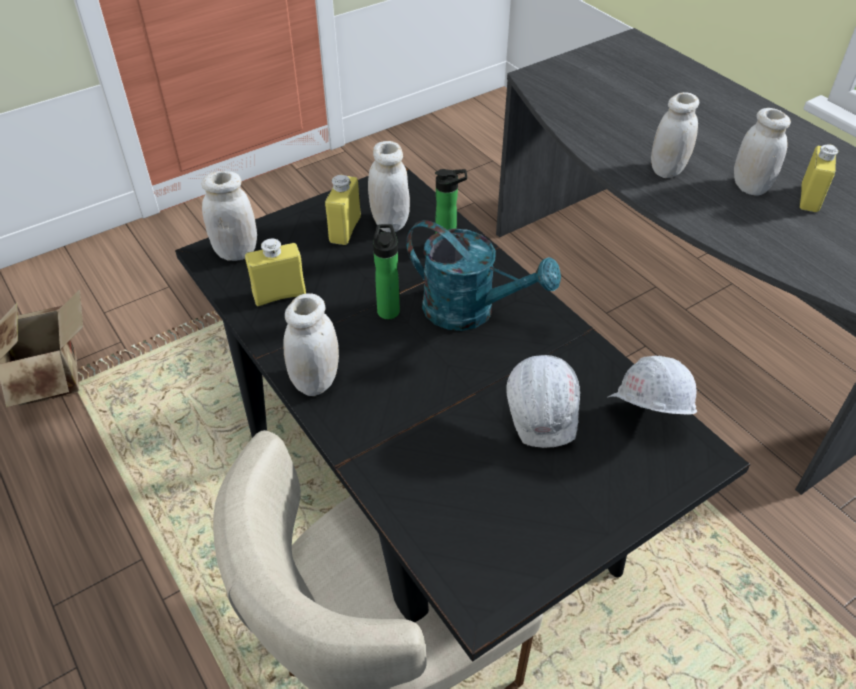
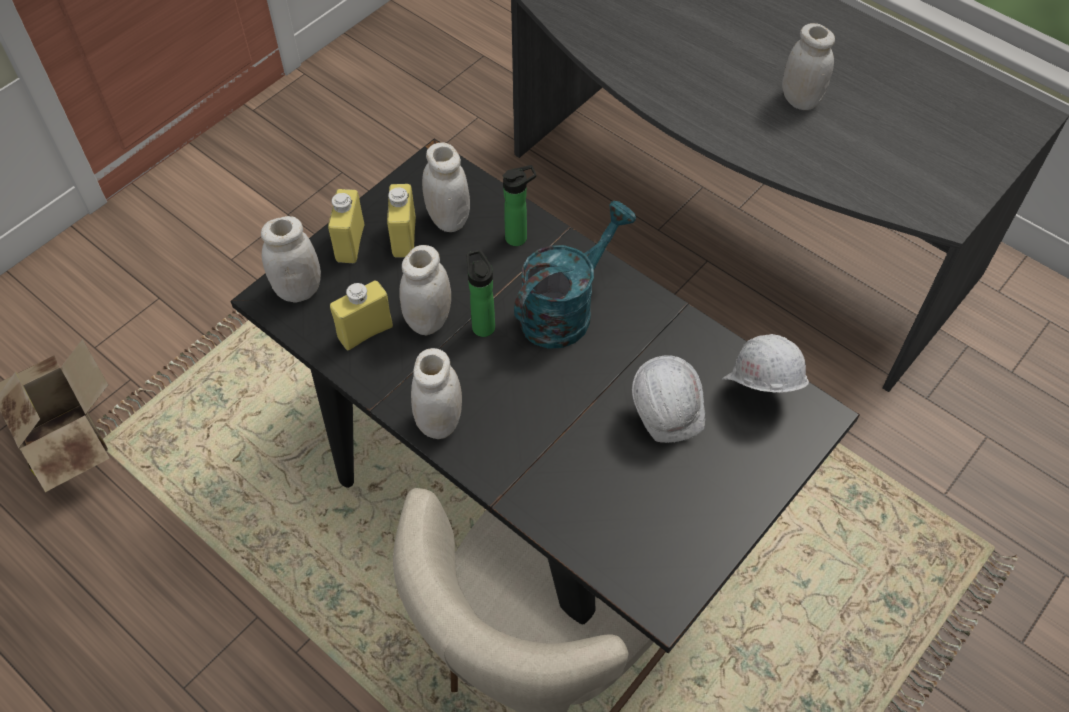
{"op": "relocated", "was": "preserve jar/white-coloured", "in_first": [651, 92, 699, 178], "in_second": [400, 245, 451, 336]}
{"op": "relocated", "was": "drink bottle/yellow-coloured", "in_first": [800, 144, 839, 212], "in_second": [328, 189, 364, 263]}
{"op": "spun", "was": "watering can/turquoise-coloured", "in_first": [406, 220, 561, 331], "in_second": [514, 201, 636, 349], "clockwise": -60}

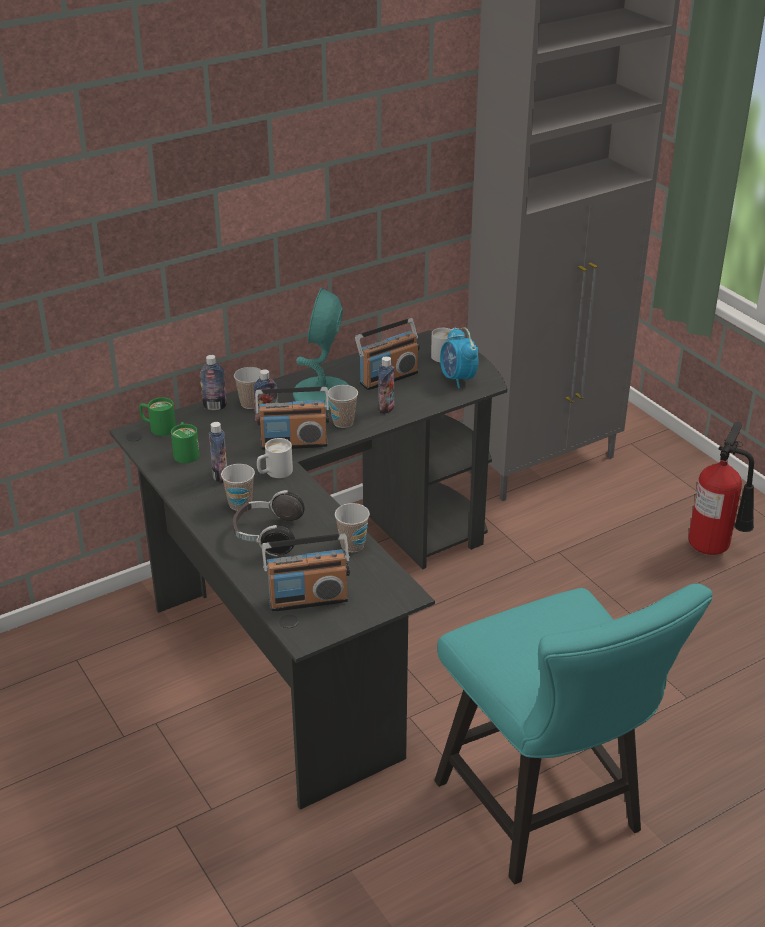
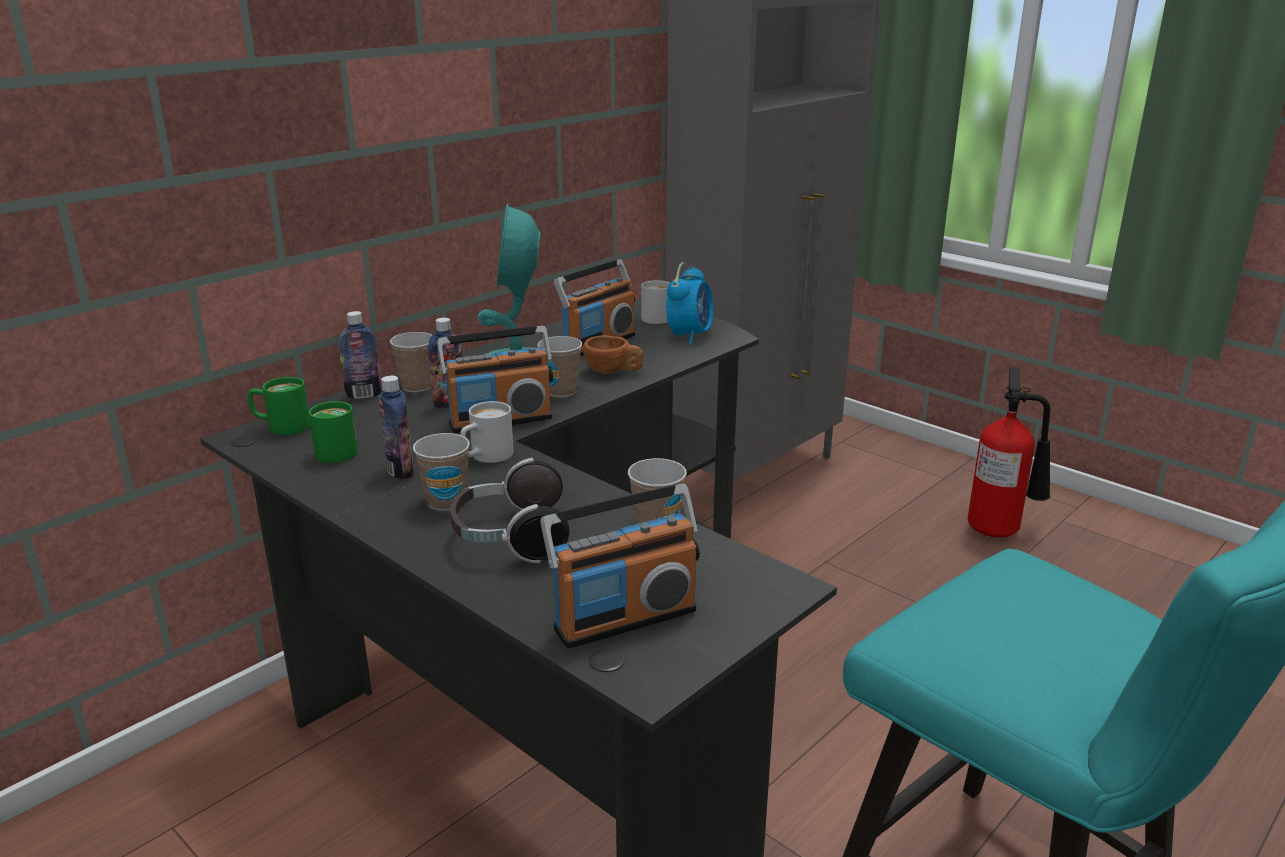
{"op": "exchanged", "was": "drink bottle", "now": "cup/brownish", "in_first": [378, 356, 394, 414], "in_second": [583, 335, 644, 374]}
{"op": "spun", "was": "alarm clock", "in_first": [440, 327, 478, 388], "in_second": [666, 262, 714, 345], "clockwise": -120}

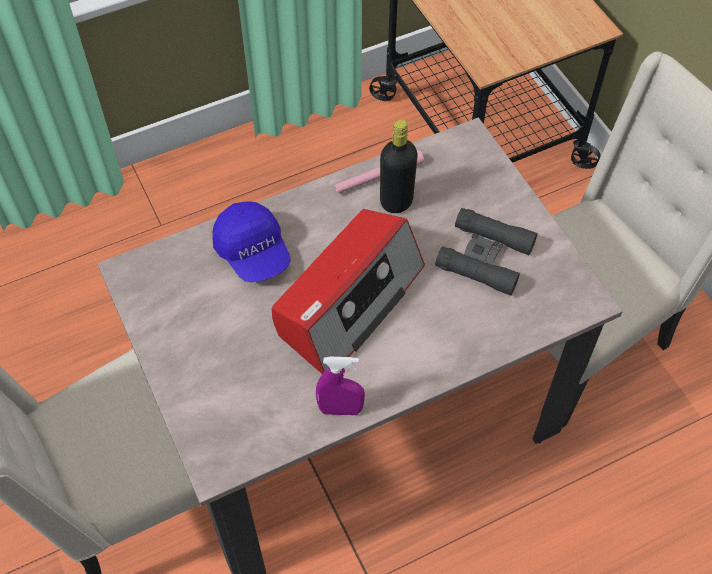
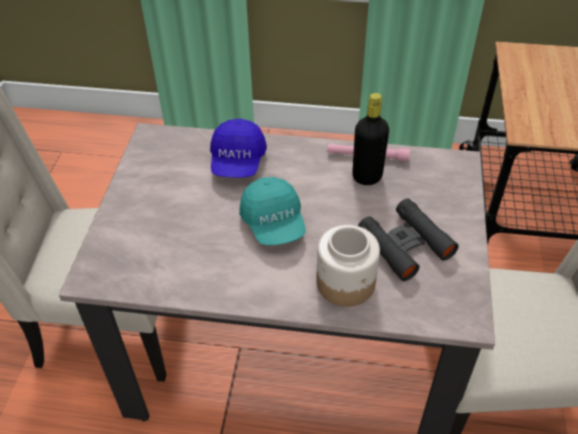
{"op": "missing", "was": "hand sprayer/purplish", "in_first": [316, 357, 365, 415]}
{"op": "appeared", "now": "preserve jar", "in_second": [316, 225, 380, 307]}
{"op": "exchanged", "was": "radio set", "now": "baseball cap/turquoise-coloured", "in_first": [272, 209, 425, 374], "in_second": [239, 177, 306, 245]}

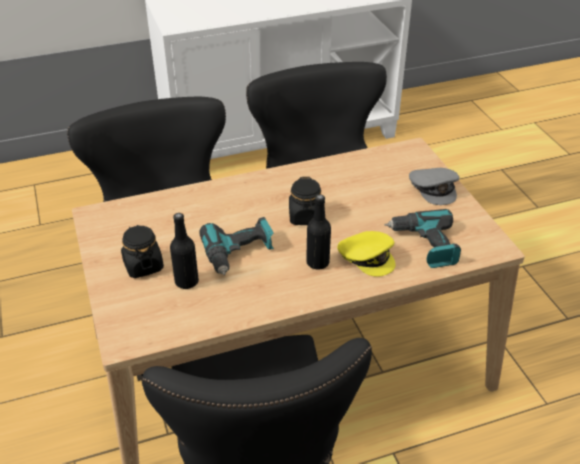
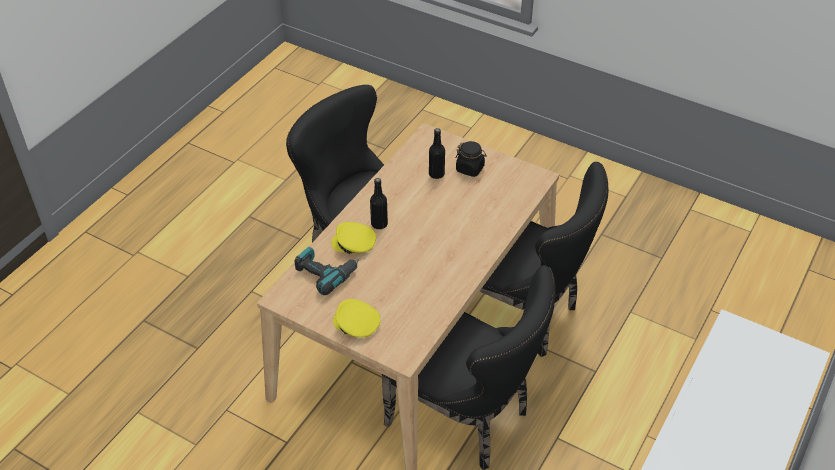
{"op": "missing", "was": "power drill", "in_first": [199, 217, 274, 275]}
{"op": "missing", "was": "preserve jar/black-coloured", "in_first": [289, 177, 321, 225]}
{"op": "colour", "was": "baseball cap/gray", "now": "baseball cap/yellow-coloured", "in_first": [409, 168, 460, 205], "in_second": [333, 299, 380, 337]}

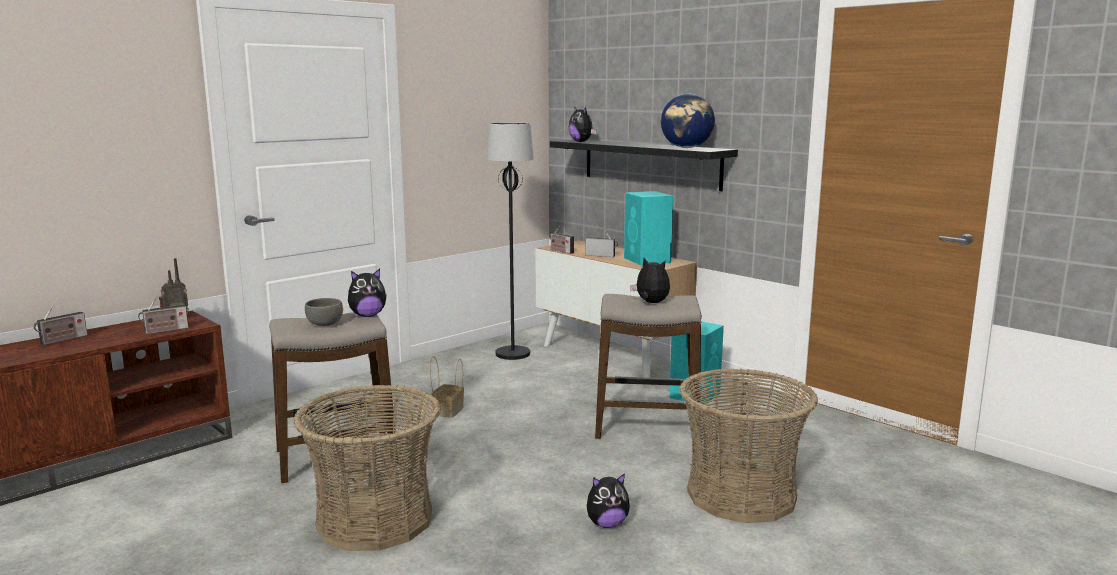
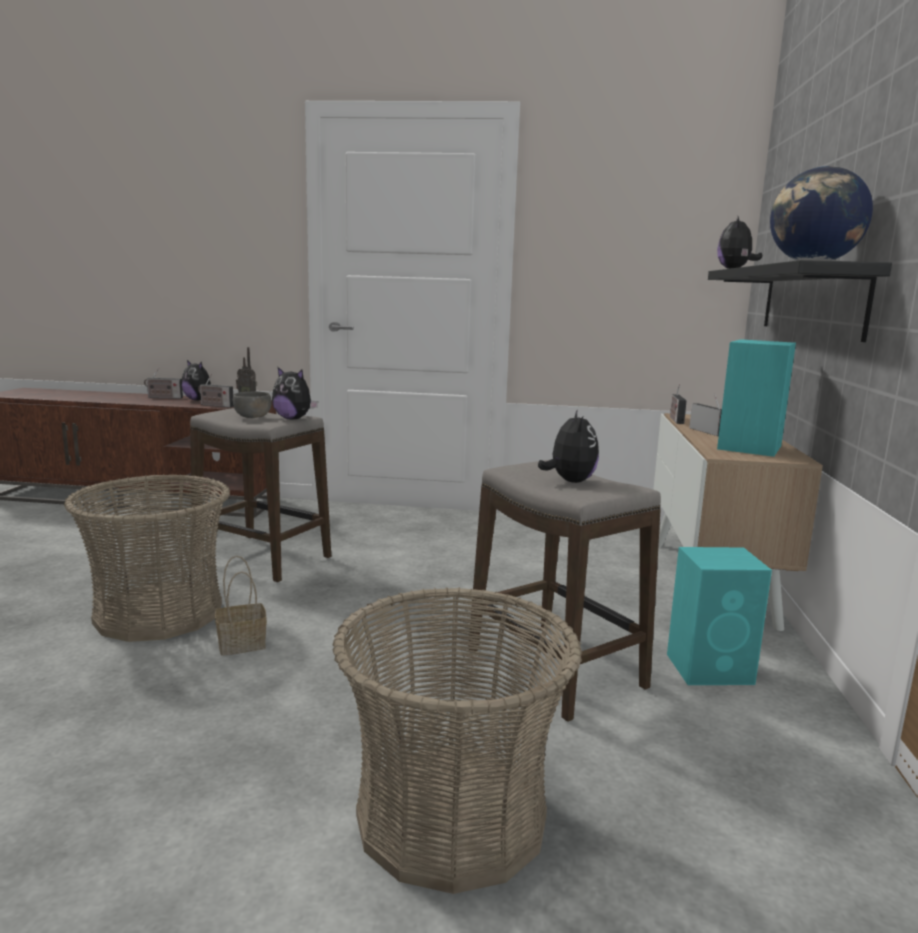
{"op": "missing", "was": "standard lamp/black-coloured", "in_first": [487, 122, 534, 360]}
{"op": "relocated", "was": "basket", "in_first": [430, 356, 464, 418], "in_second": [215, 556, 267, 656]}
{"op": "relocated", "was": "soft toy", "in_first": [587, 473, 630, 528], "in_second": [181, 360, 211, 401]}

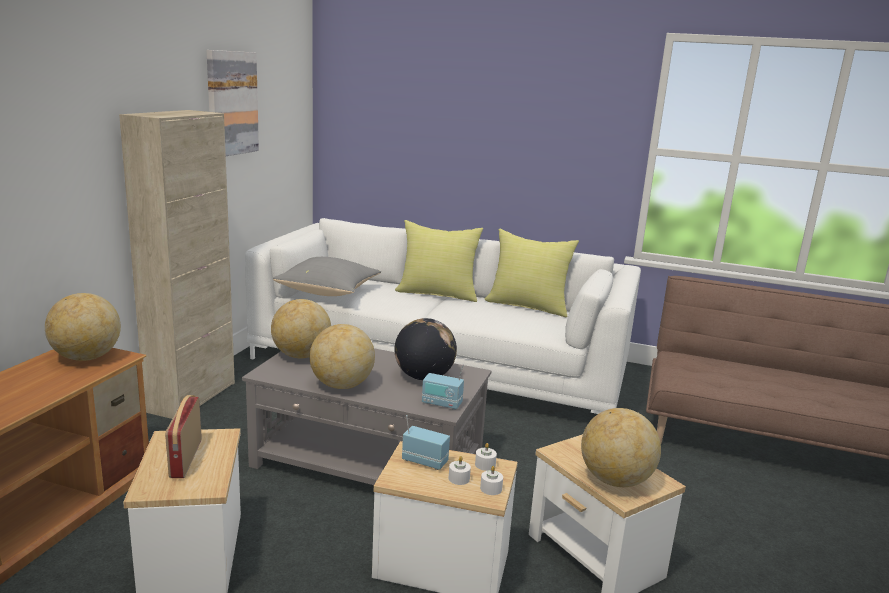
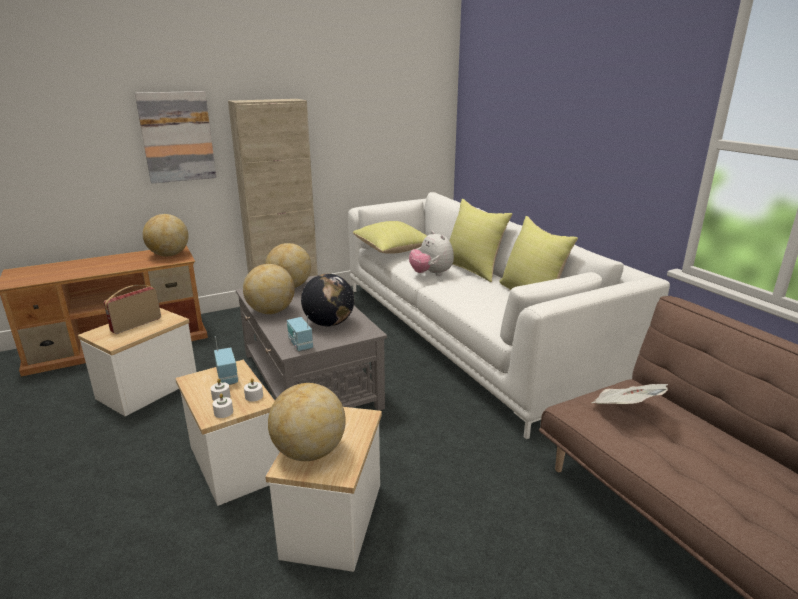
{"op": "appeared", "now": "soft toy", "in_second": [409, 231, 454, 276]}
{"op": "appeared", "now": "newspaper", "in_second": [591, 384, 668, 404]}
{"op": "relocated", "was": "picture", "in_first": [206, 50, 259, 156], "in_second": [135, 91, 217, 184]}
{"op": "colour", "was": "throw pillow/gray", "now": "throw pillow/yellow-coloured", "in_first": [273, 257, 381, 296], "in_second": [353, 221, 427, 254]}

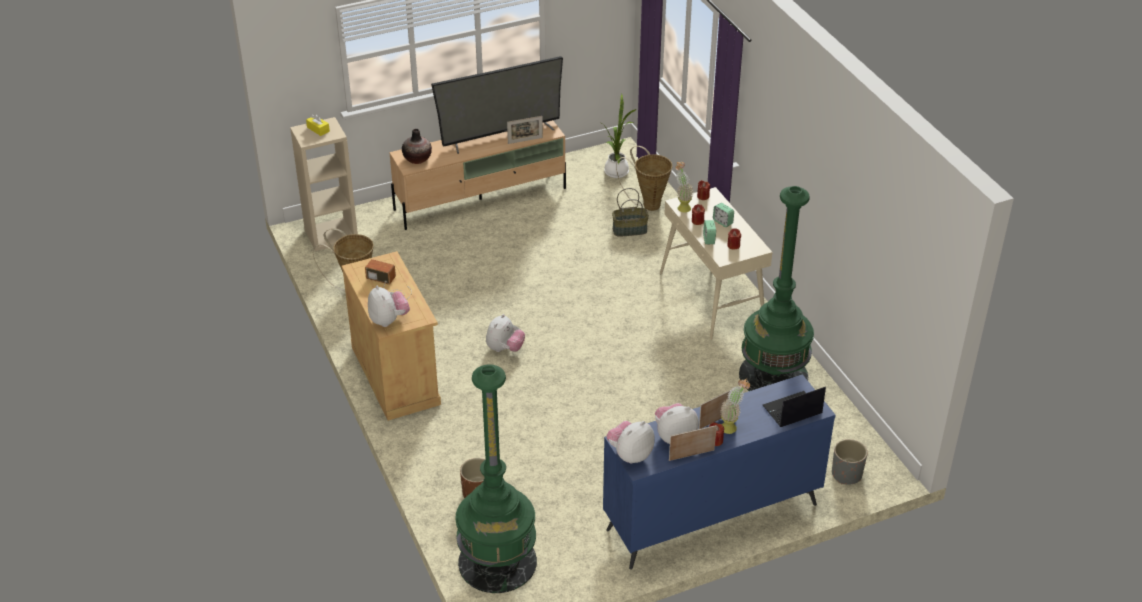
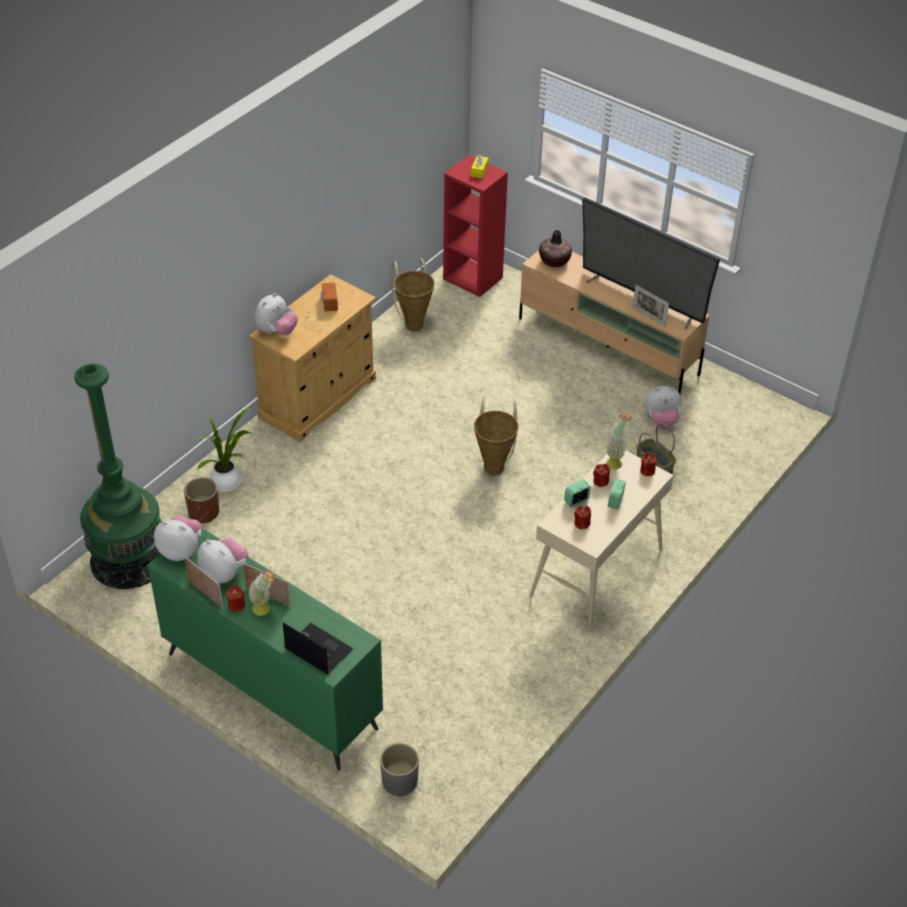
{"op": "missing", "was": "standard lamp/green", "in_first": [739, 186, 814, 391]}
{"op": "relocated", "was": "soft toy", "in_first": [486, 314, 525, 352], "in_second": [645, 386, 681, 428]}
{"op": "relocated", "was": "potted plant", "in_first": [603, 94, 637, 178], "in_second": [197, 406, 253, 492]}
{"op": "relocated", "was": "basket", "in_first": [616, 146, 672, 211], "in_second": [474, 396, 519, 476]}
{"op": "colour", "was": "shelving unit/beige-coloured", "now": "shelving unit/red", "in_first": [290, 117, 358, 251], "in_second": [443, 155, 508, 297]}
{"op": "colour", "was": "drawer chest/bluish", "now": "drawer chest/green", "in_first": [603, 374, 836, 570], "in_second": [147, 528, 383, 770]}

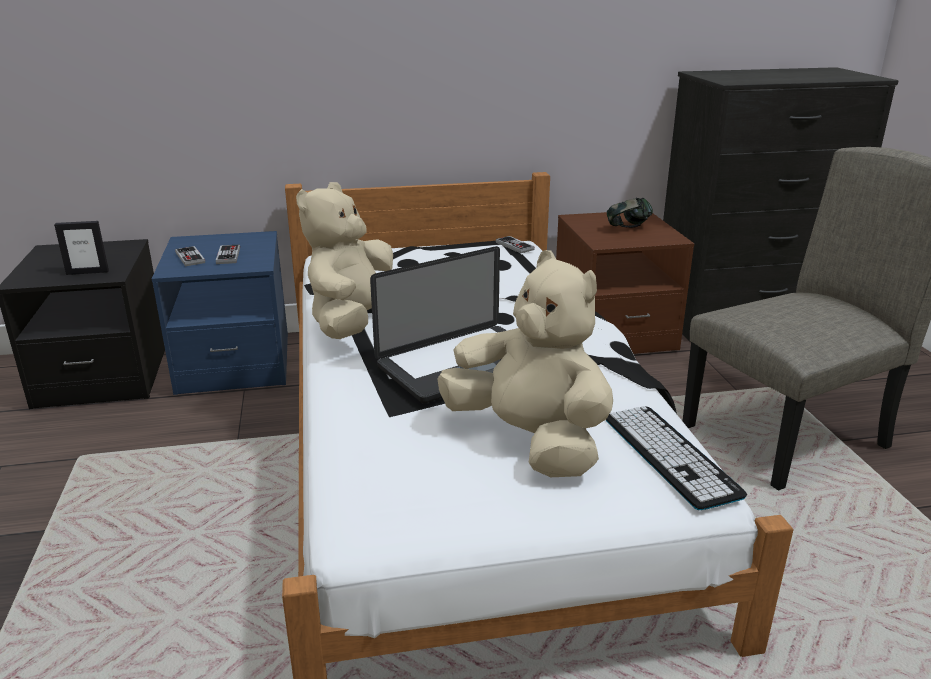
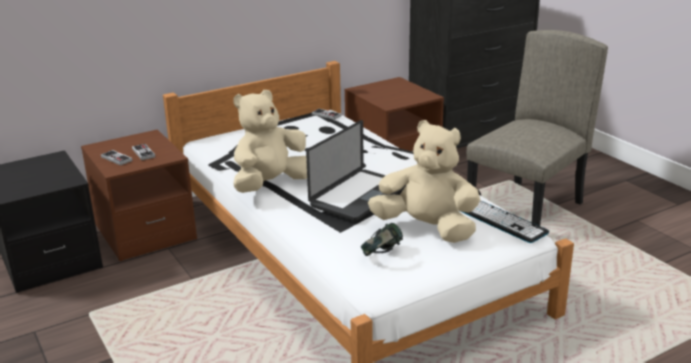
{"op": "missing", "was": "standing frame", "in_first": [54, 221, 109, 275]}
{"op": "relocated", "was": "headset", "in_first": [607, 197, 653, 228], "in_second": [361, 223, 403, 256]}
{"op": "colour", "was": "bedside table/bluish", "now": "bedside table/brownish", "in_first": [152, 231, 288, 395], "in_second": [81, 129, 197, 261]}
{"op": "spun", "was": "soft toy/beige-coloured", "in_first": [296, 182, 393, 339], "in_second": [234, 90, 307, 193], "clockwise": 45}

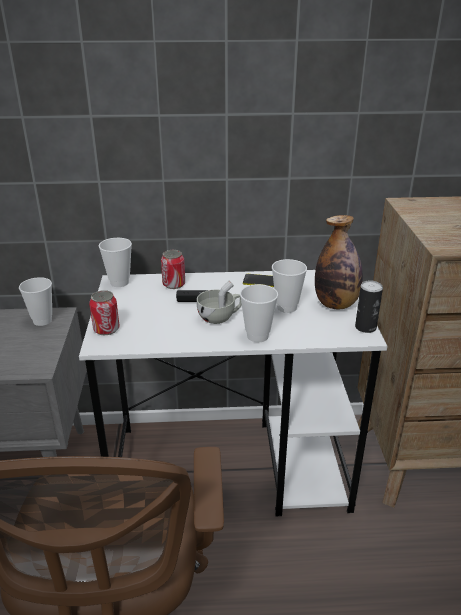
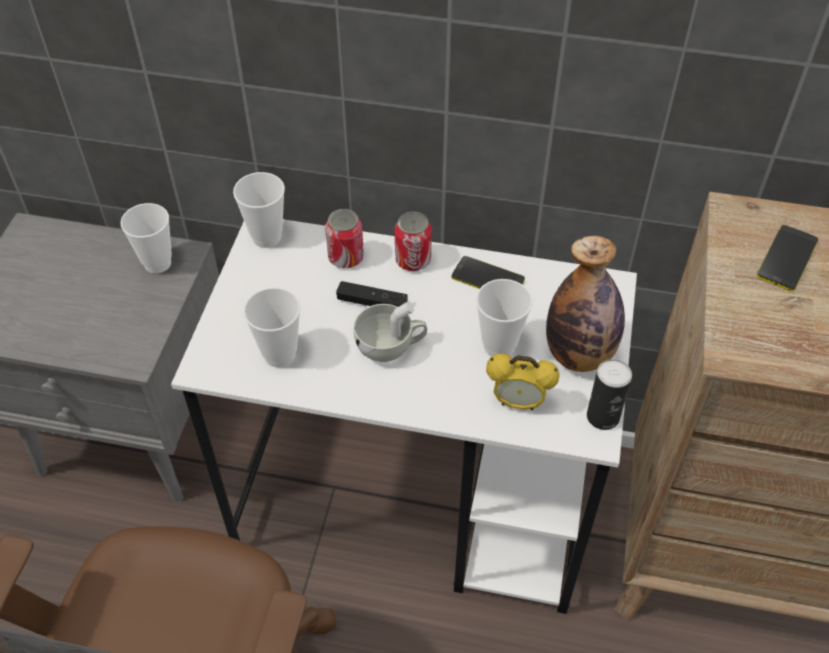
{"op": "appeared", "now": "alarm clock", "in_second": [486, 354, 560, 410]}
{"op": "appeared", "now": "handset", "in_second": [757, 225, 818, 291]}
{"op": "relocated", "was": "sealed can", "in_first": [89, 290, 119, 335], "in_second": [395, 212, 432, 271]}
{"op": "relocated", "was": "cup", "in_first": [240, 284, 278, 342], "in_second": [243, 287, 301, 367]}

